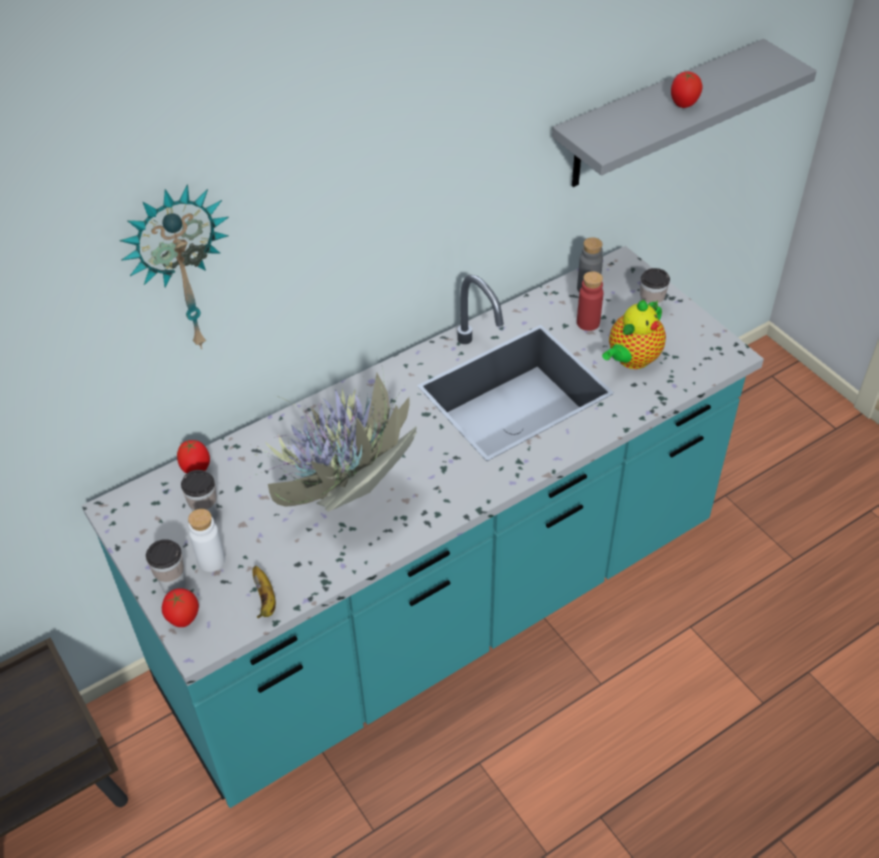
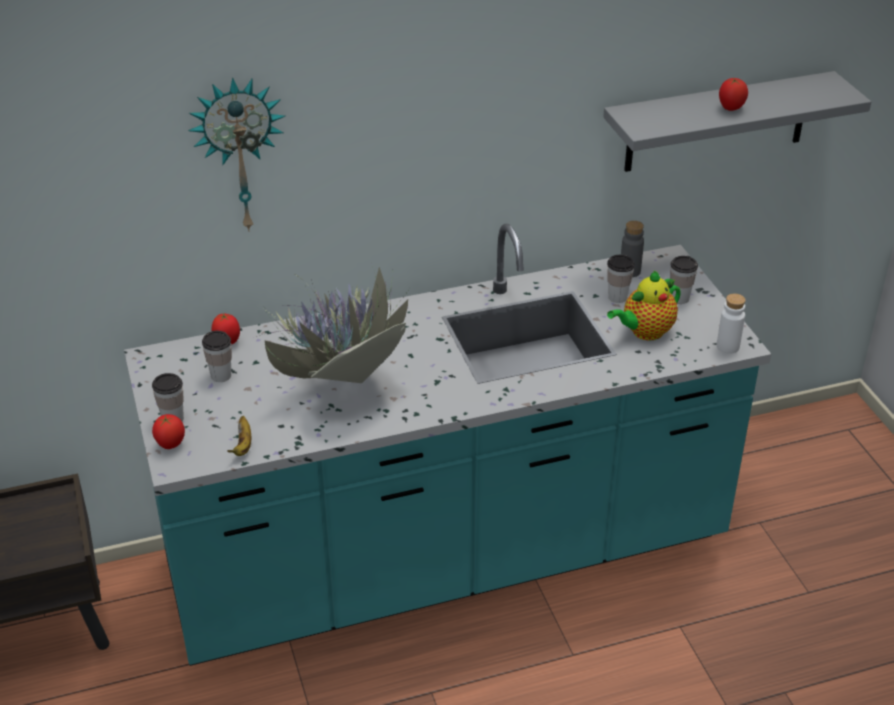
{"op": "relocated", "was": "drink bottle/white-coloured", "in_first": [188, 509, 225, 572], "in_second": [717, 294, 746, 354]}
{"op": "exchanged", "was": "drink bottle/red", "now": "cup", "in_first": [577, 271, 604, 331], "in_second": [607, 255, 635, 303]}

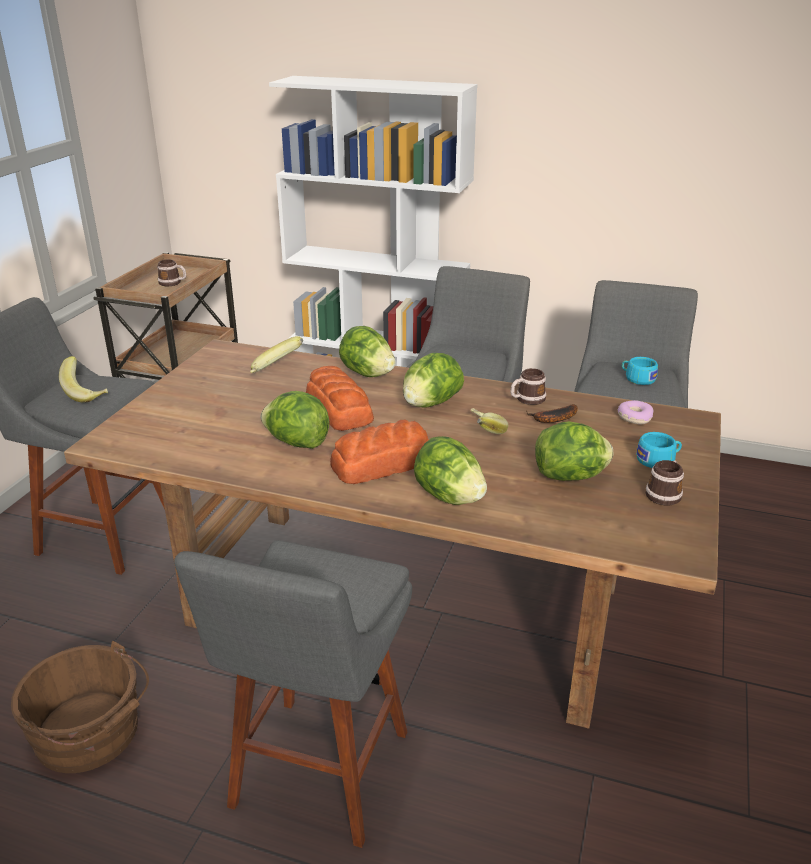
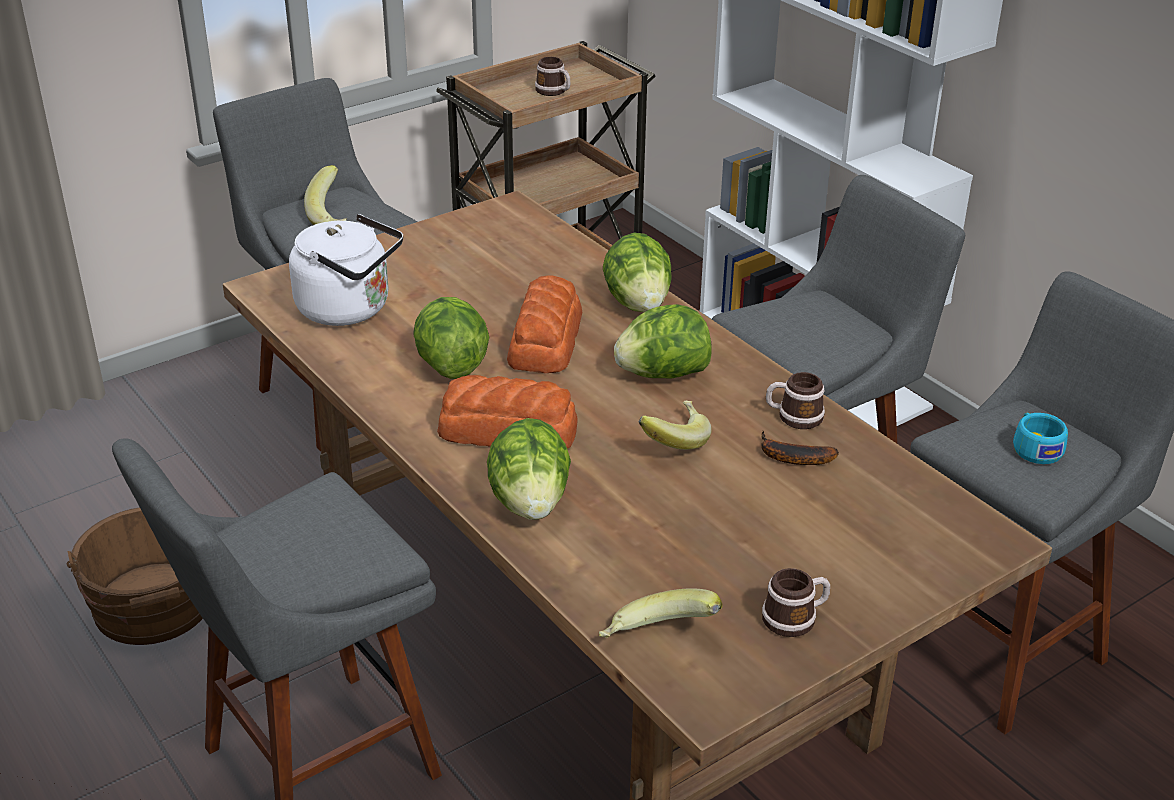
{"op": "missing", "was": "lettuce head", "in_first": [535, 421, 613, 481]}
{"op": "missing", "was": "doughnut", "in_first": [618, 400, 653, 424]}
{"op": "missing", "was": "cup/turquoise-coloured", "in_first": [636, 432, 682, 468]}
{"op": "appeared", "now": "water kettle/white-coloured", "in_second": [289, 214, 403, 326]}
{"op": "relocated", "was": "banana fruit", "in_first": [250, 336, 303, 373], "in_second": [599, 588, 723, 638]}

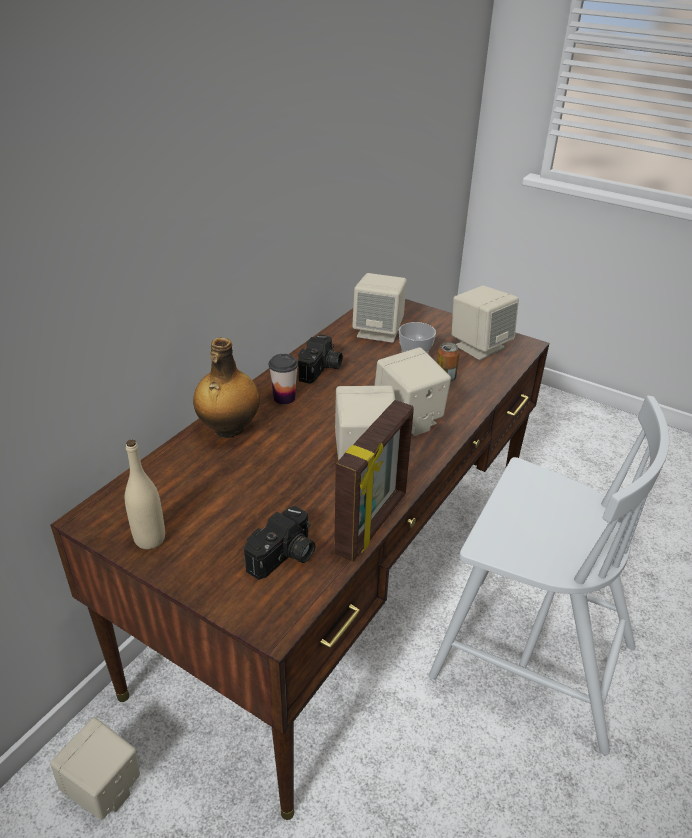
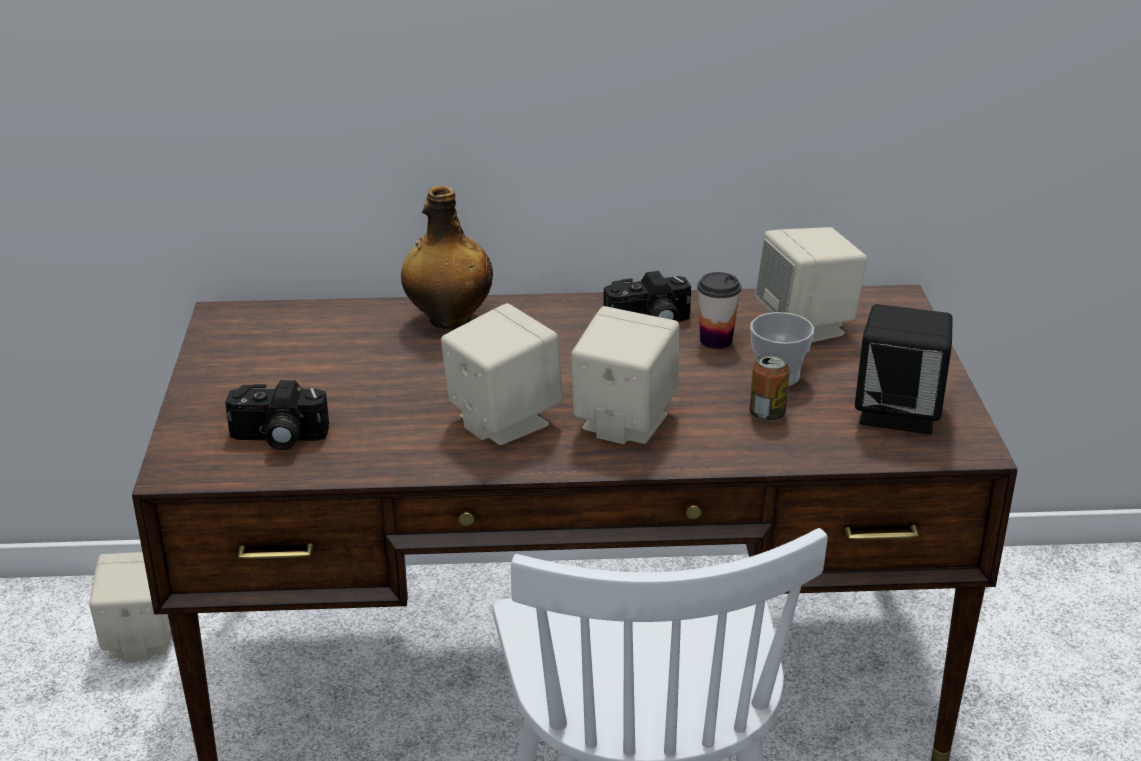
{"op": "missing", "was": "drink bottle/beige-coloured", "in_first": [125, 439, 165, 549]}
{"op": "missing", "was": "standing frame", "in_first": [334, 400, 414, 562]}
{"op": "relocated", "was": "cup", "in_first": [269, 354, 298, 405], "in_second": [697, 272, 741, 349]}
{"op": "colour", "was": "loudspeaker/beige-coloured", "now": "loudspeaker/black-coloured", "in_first": [452, 286, 519, 360], "in_second": [855, 304, 953, 434]}

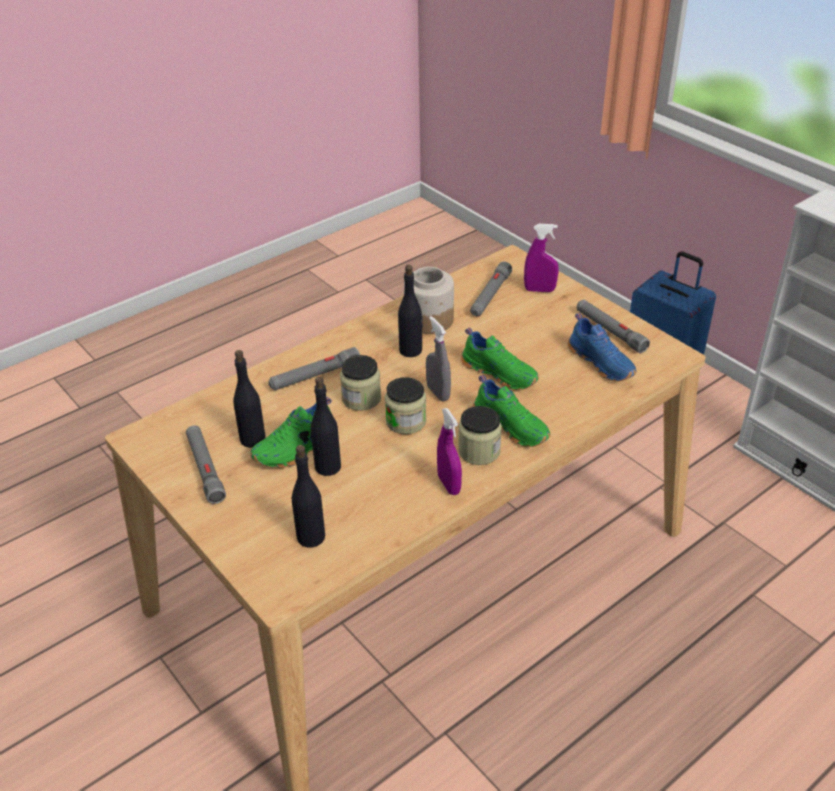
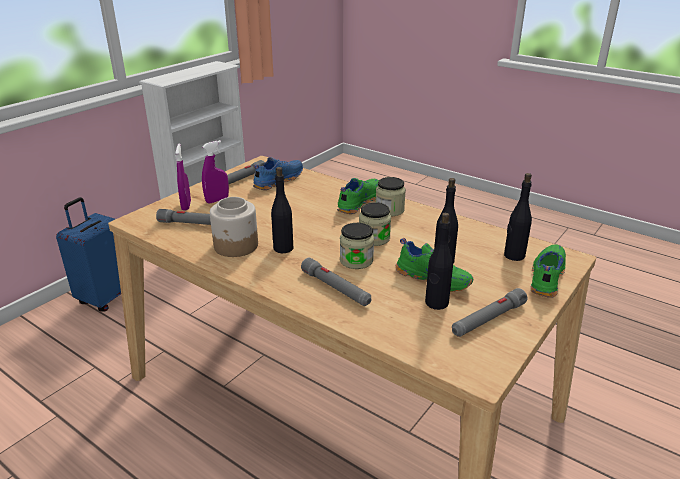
{"op": "missing", "was": "hand sprayer/gray", "in_first": [426, 316, 451, 402]}
{"op": "relocated", "was": "hand sprayer/purplish", "in_first": [437, 408, 462, 495], "in_second": [202, 140, 229, 203]}
{"op": "relocated", "was": "shoe/green", "in_first": [461, 328, 539, 390], "in_second": [531, 244, 566, 298]}

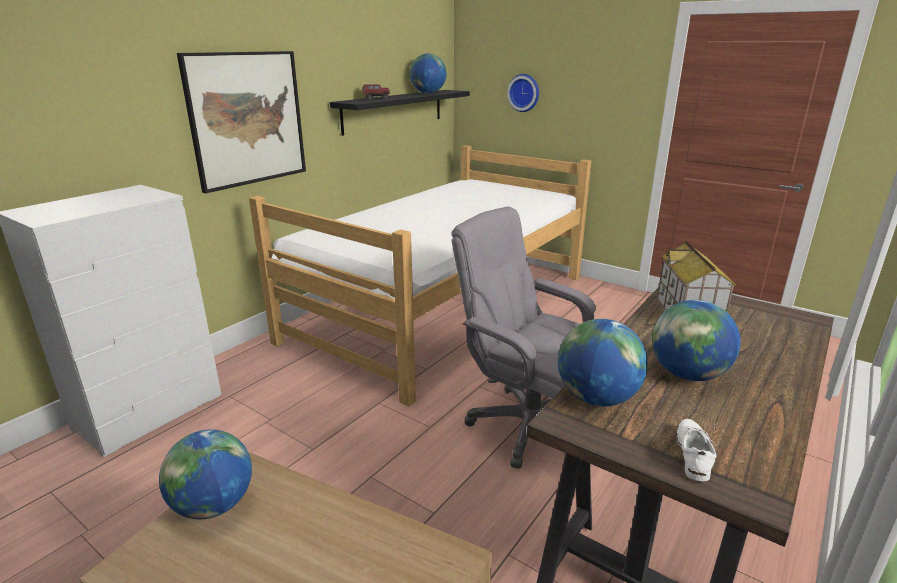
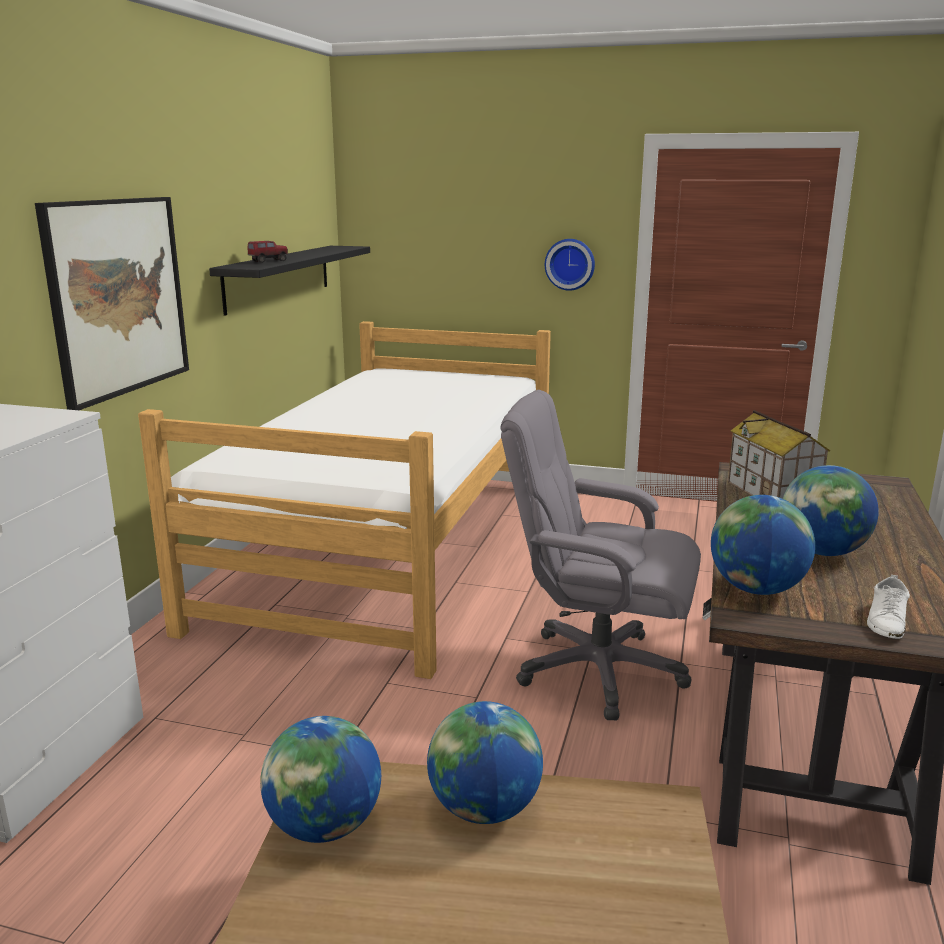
{"op": "relocated", "was": "desk globe", "in_first": [410, 54, 447, 93], "in_second": [427, 701, 543, 824]}
{"op": "relocated", "was": "clock on the wall", "in_first": [507, 74, 539, 112], "in_second": [545, 239, 595, 291]}
{"op": "spun", "was": "shoe/white-coloured", "in_first": [676, 419, 717, 481], "in_second": [867, 575, 910, 639], "clockwise": -150}

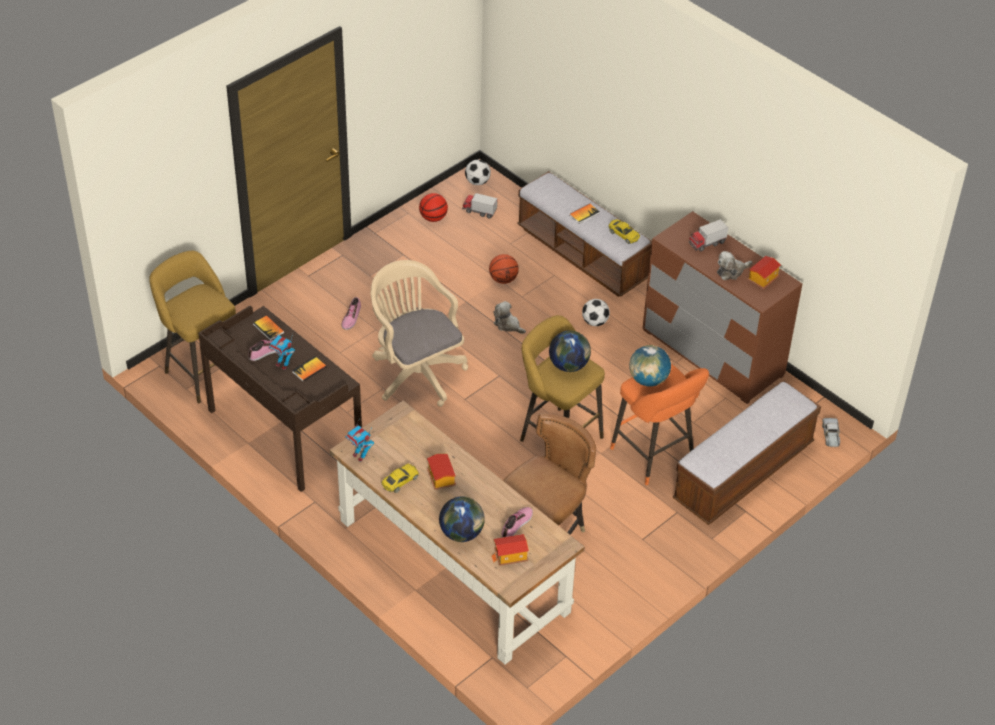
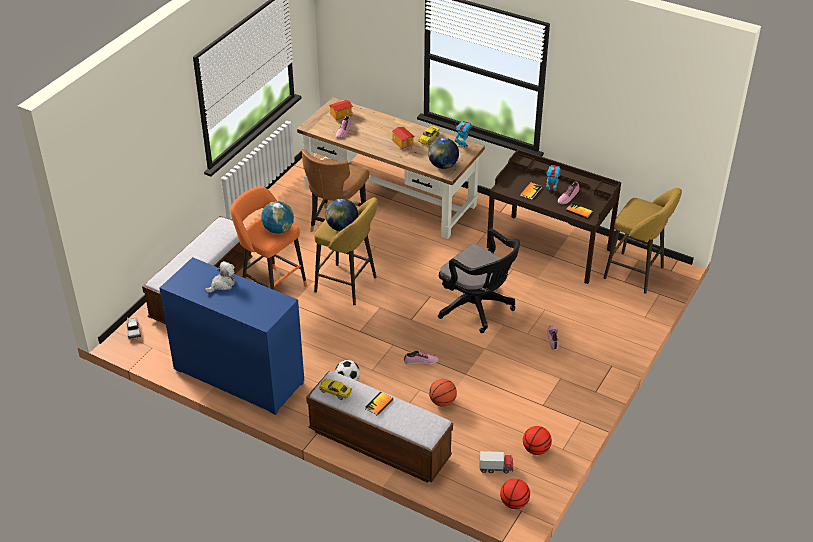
{"op": "missing", "was": "toy truck", "in_first": [688, 219, 728, 251]}
{"op": "missing", "was": "toy house", "in_first": [748, 256, 781, 289]}
{"op": "relocated", "was": "desk globe", "in_first": [439, 496, 485, 542], "in_second": [428, 138, 459, 169]}
{"op": "exchanged", "was": "football ball", "now": "ball for basketball", "in_first": [465, 159, 491, 185], "in_second": [500, 479, 530, 509]}
{"op": "exchanged", "was": "soft toy", "now": "shoe", "in_first": [493, 301, 526, 334], "in_second": [404, 351, 439, 365]}
{"op": "colour", "was": "desk chair/beige-coloured", "now": "desk chair/black-coloured", "in_first": [371, 260, 468, 407], "in_second": [438, 229, 520, 333]}
{"op": "colour", "was": "drawer chest/brownish", "now": "drawer chest/bluish", "in_first": [642, 211, 802, 404], "in_second": [159, 257, 304, 415]}

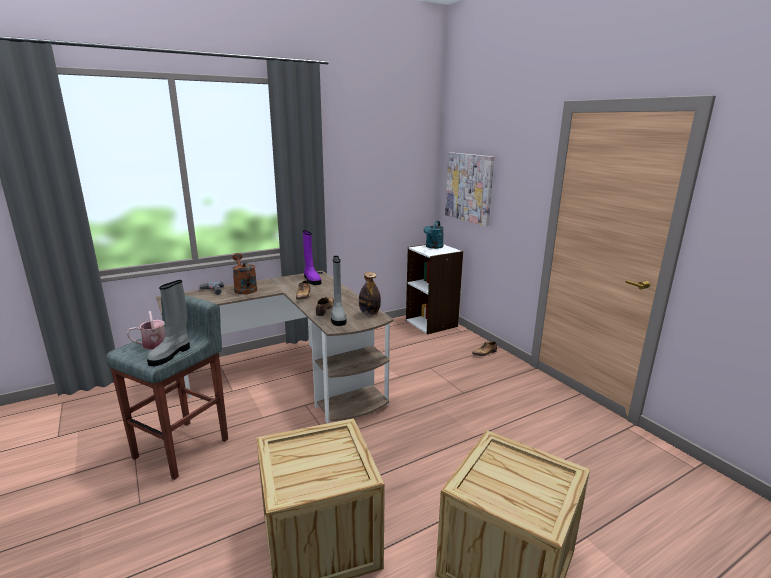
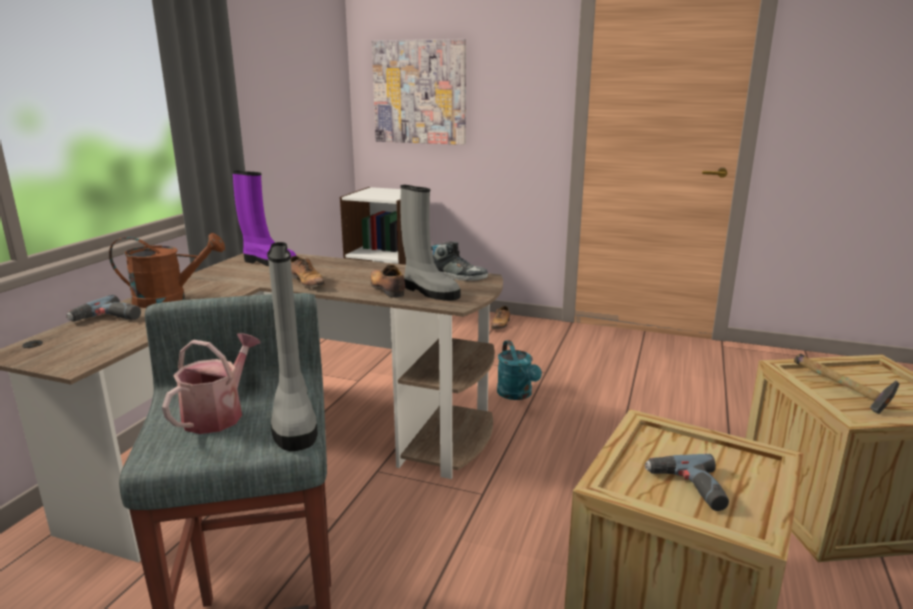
{"op": "appeared", "now": "power drill", "in_second": [644, 454, 729, 511]}
{"op": "appeared", "now": "tool hammer", "in_second": [794, 354, 900, 414]}
{"op": "relocated", "was": "watering can/turquoise-coloured", "in_first": [424, 221, 444, 249], "in_second": [497, 340, 542, 400]}
{"op": "exchanged", "was": "drink bottle", "now": "shoe", "in_first": [359, 272, 381, 315], "in_second": [431, 241, 488, 281]}
{"op": "spun", "was": "watering can/brownish", "in_first": [232, 253, 257, 294], "in_second": [109, 233, 225, 308], "clockwise": 150}

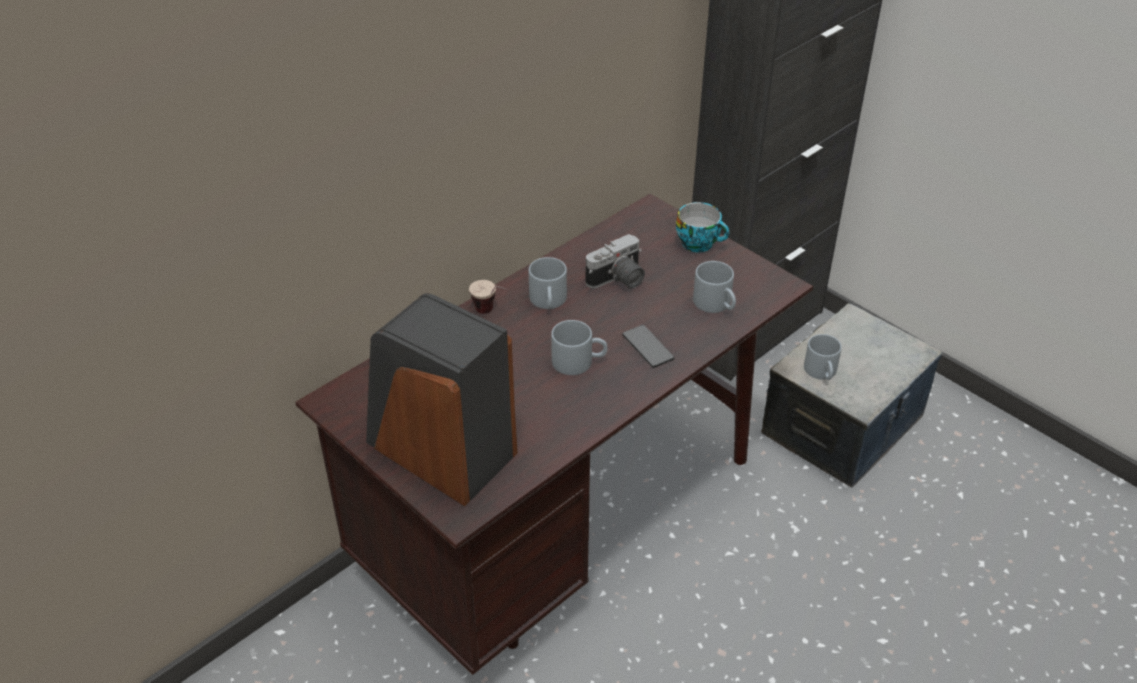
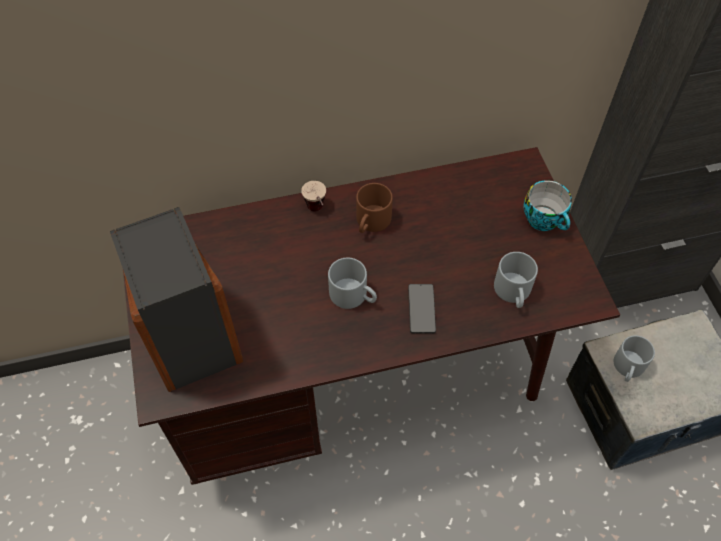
{"op": "missing", "was": "photo camera", "in_first": [585, 234, 645, 289]}
{"op": "colour", "was": "coffee mug/gray", "now": "coffee mug/brownish", "in_first": [529, 257, 567, 309], "in_second": [356, 183, 393, 233]}

